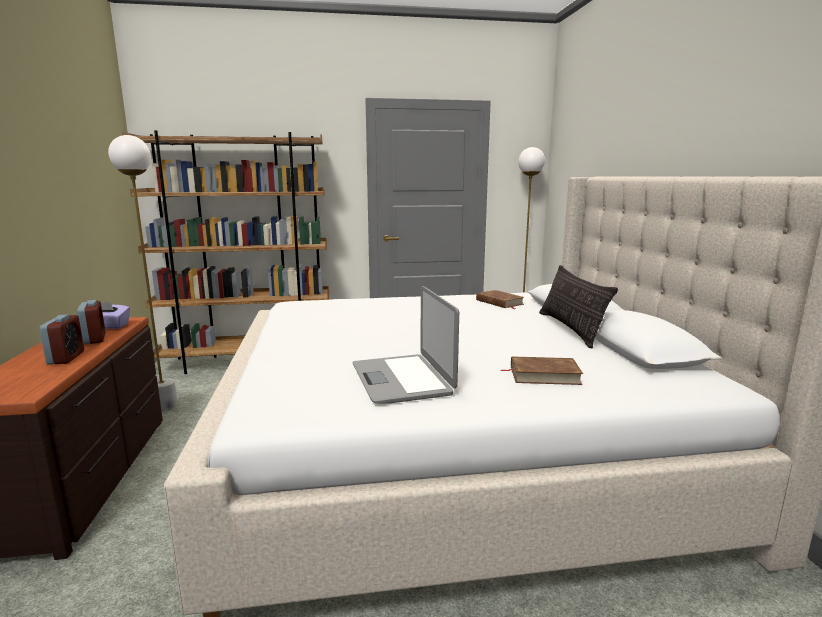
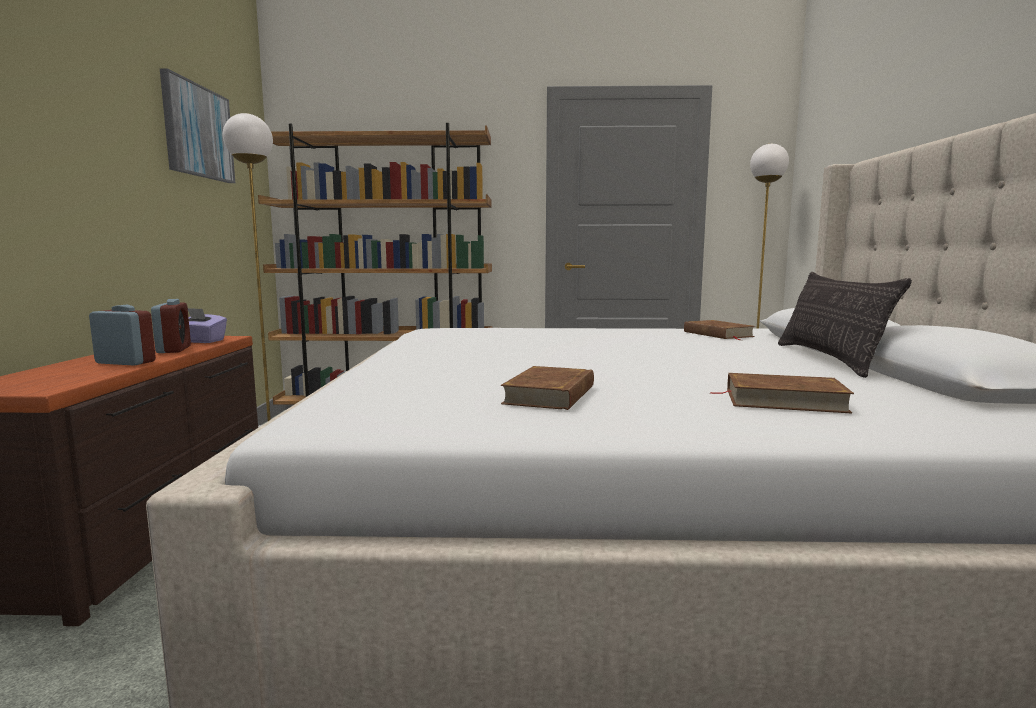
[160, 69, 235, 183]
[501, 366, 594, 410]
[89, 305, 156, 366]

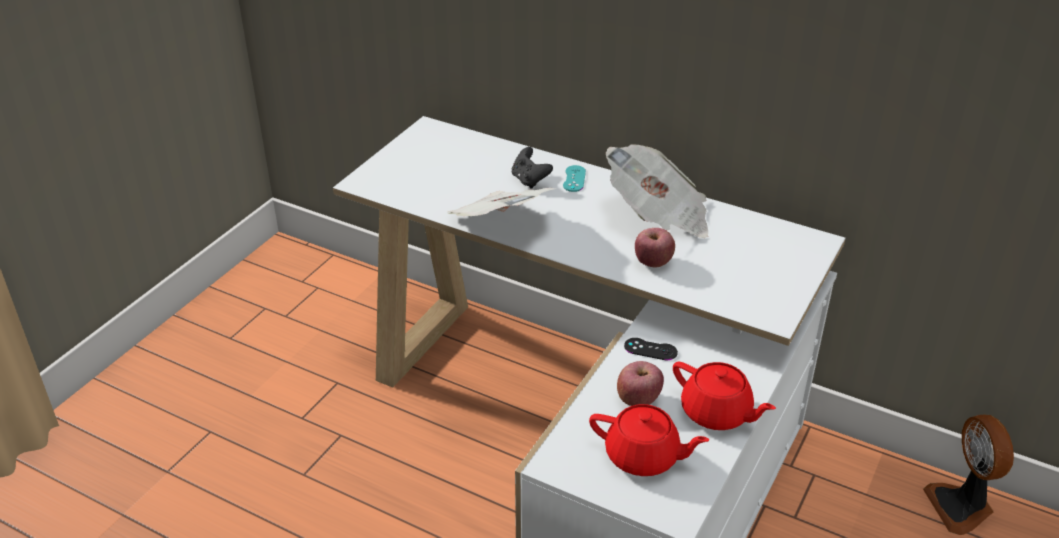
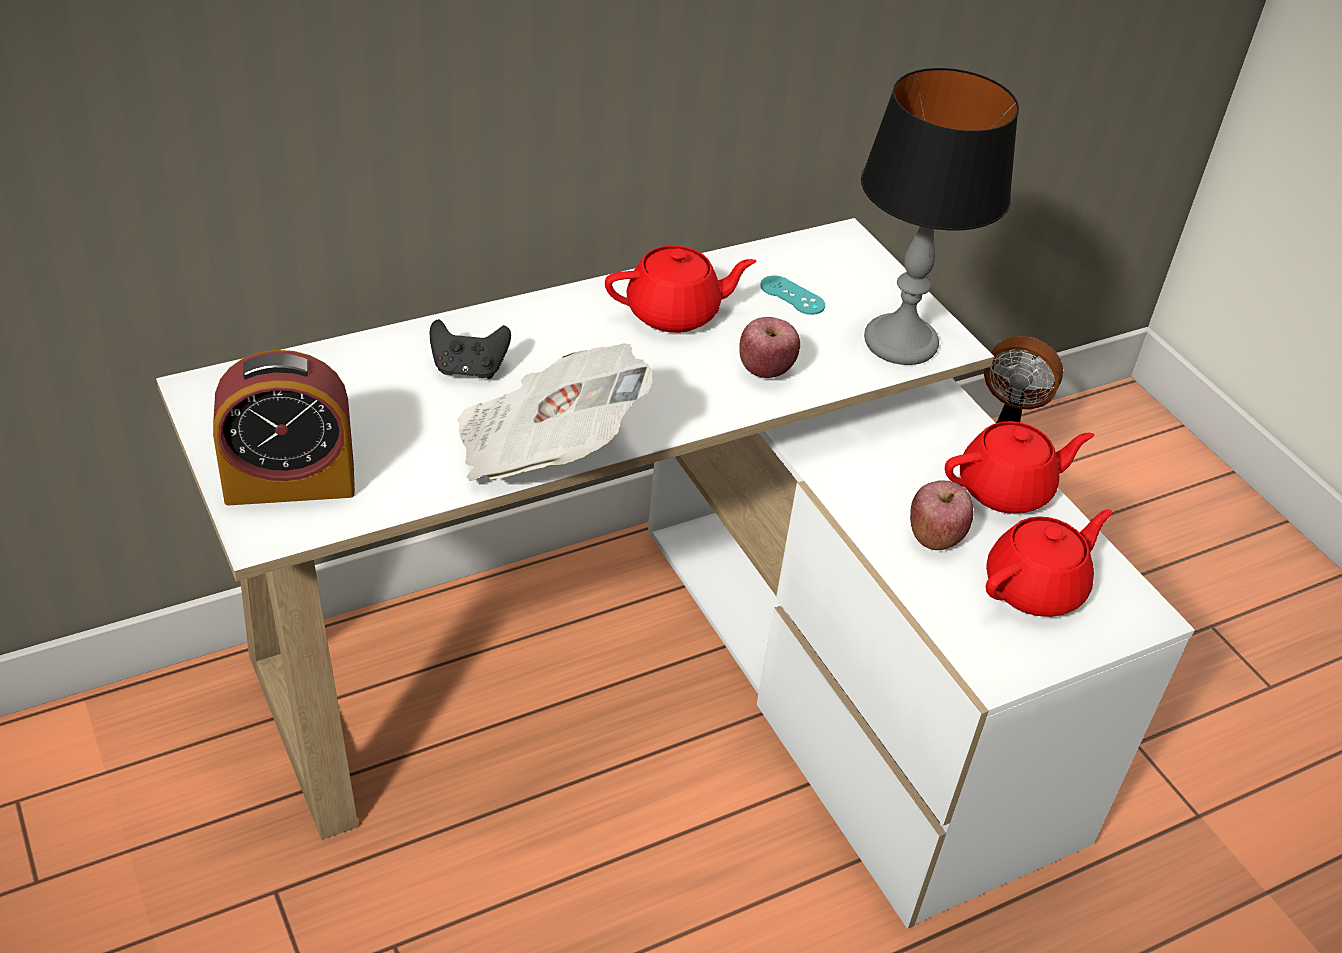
[624, 338, 678, 360] (first image)
[213, 350, 355, 506]
[861, 68, 1019, 365]
[760, 275, 825, 315]
[605, 245, 756, 333]

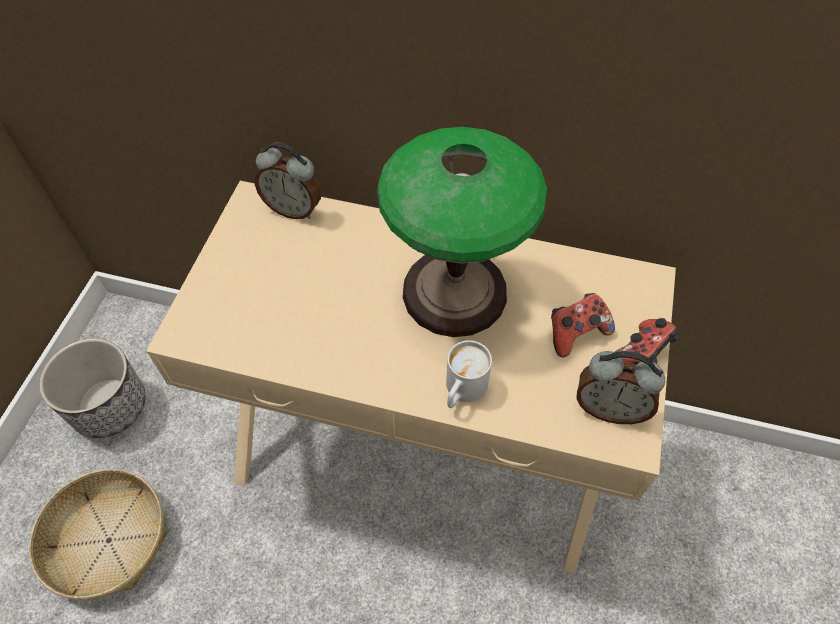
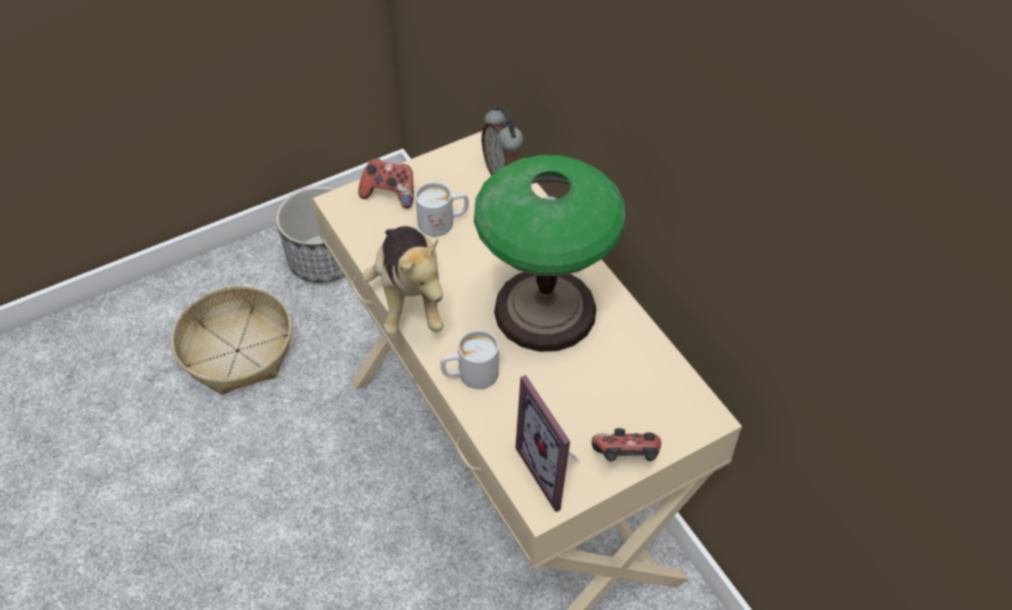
[362, 226, 443, 335]
[415, 182, 469, 237]
[358, 158, 414, 208]
[515, 375, 580, 512]

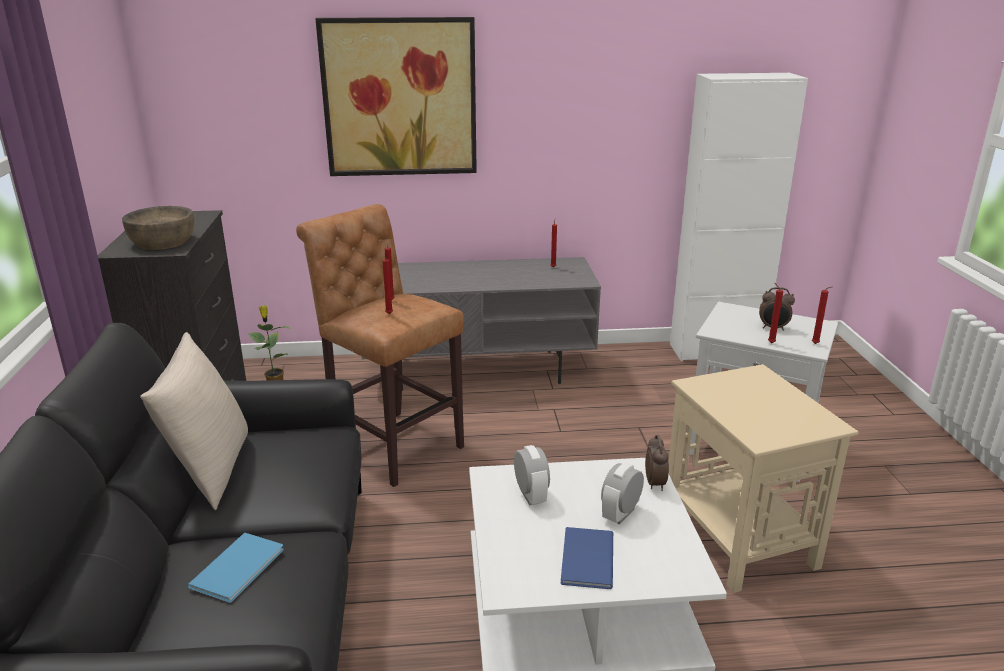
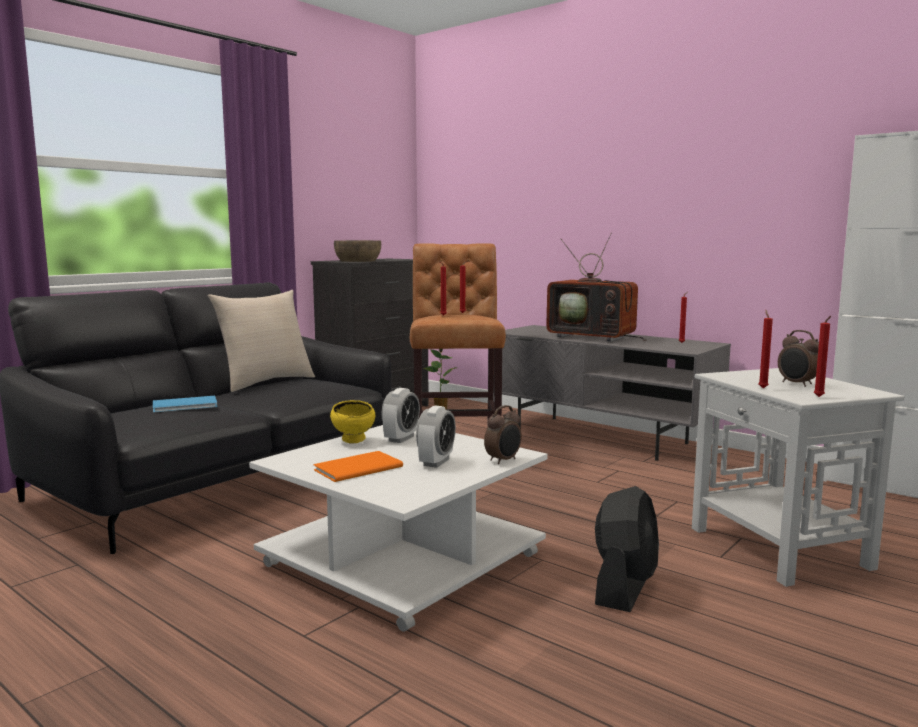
[316, 17, 477, 176] (first image)
[330, 400, 375, 443]
[546, 232, 647, 342]
[595, 486, 659, 612]
[314, 451, 403, 482]
[416, 406, 456, 468]

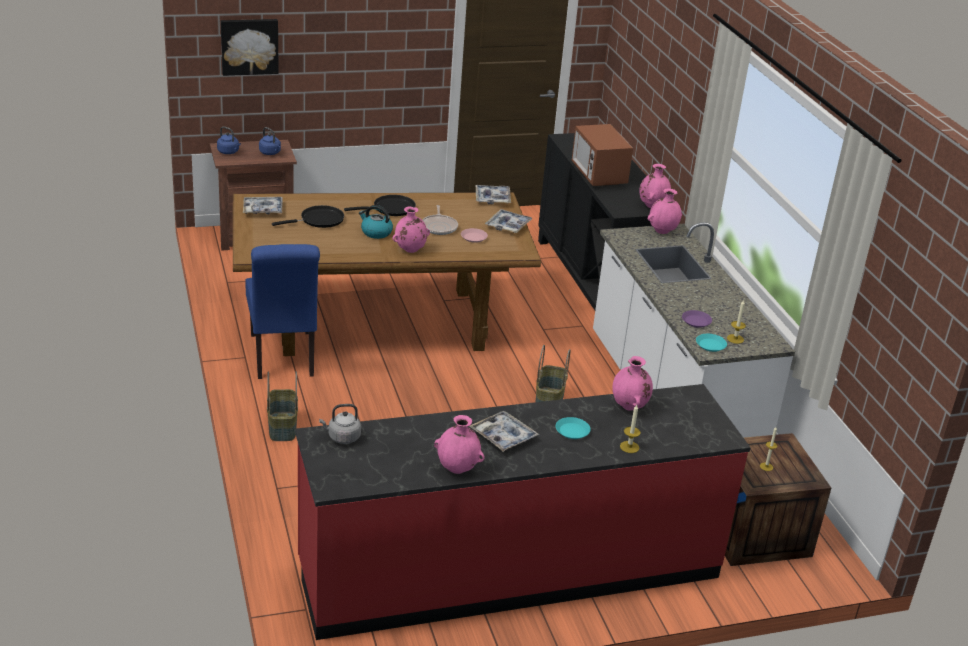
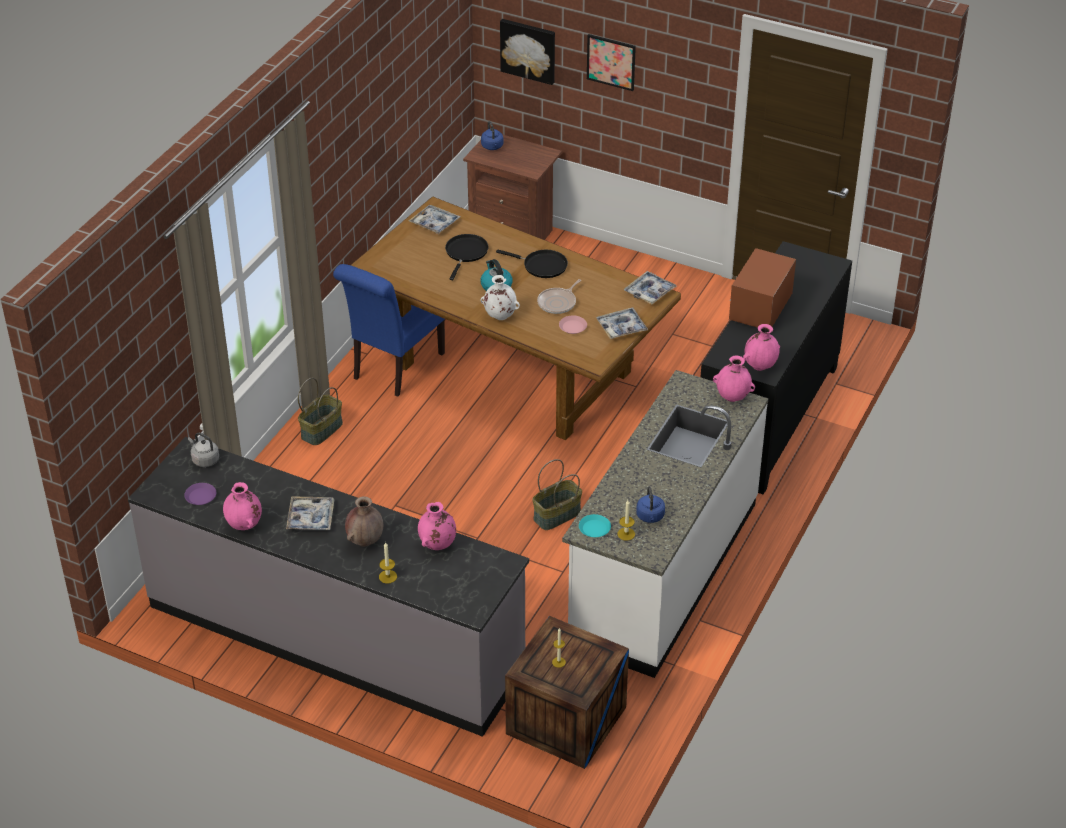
[587, 34, 636, 91]
[636, 486, 665, 523]
[184, 483, 216, 505]
[345, 496, 383, 547]
[128, 437, 529, 737]
[480, 275, 520, 320]
[445, 234, 488, 280]

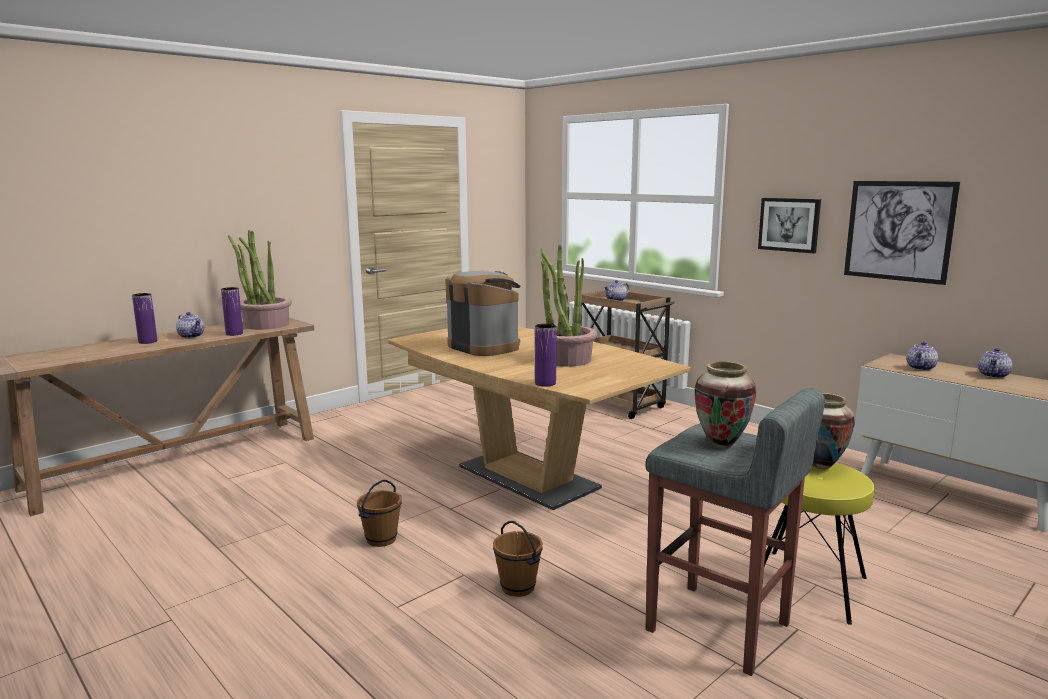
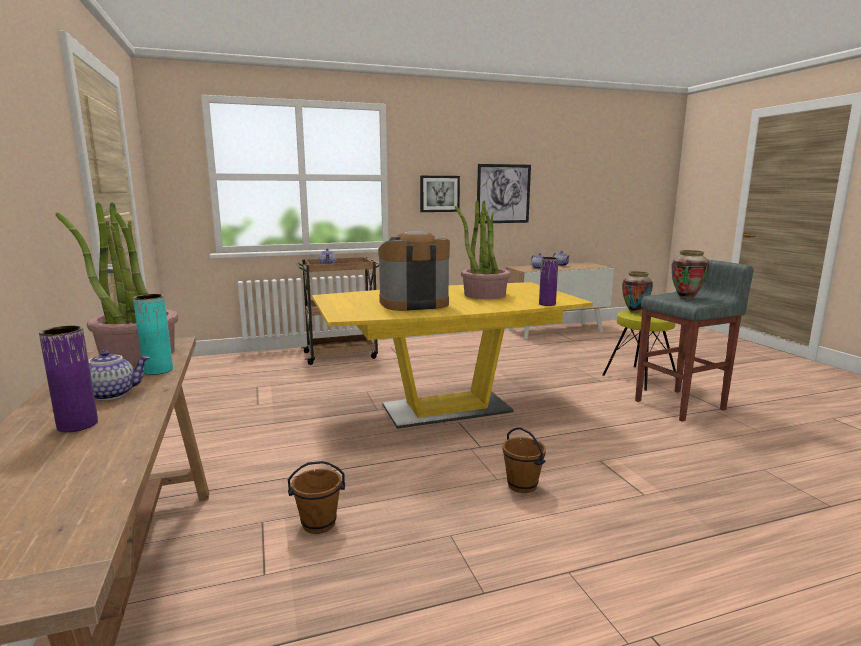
[288, 461, 345, 534]
[133, 294, 173, 375]
[312, 282, 593, 429]

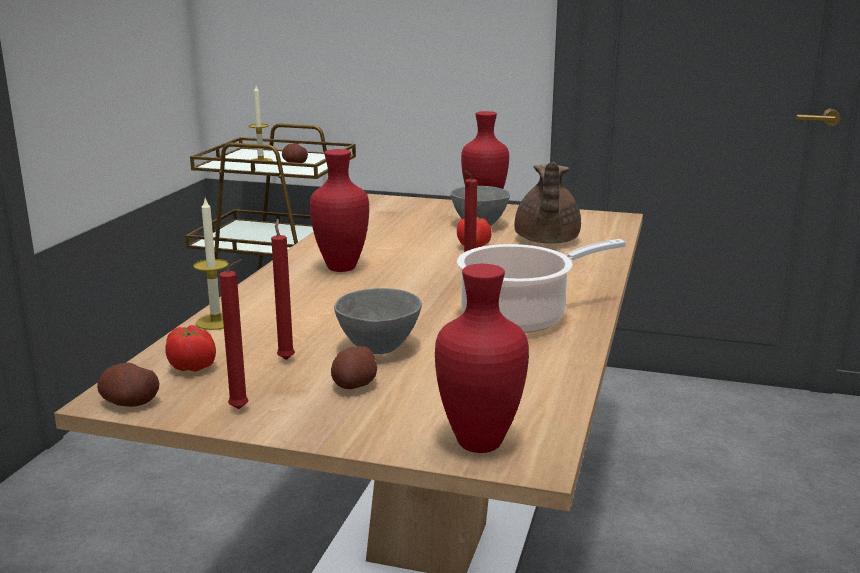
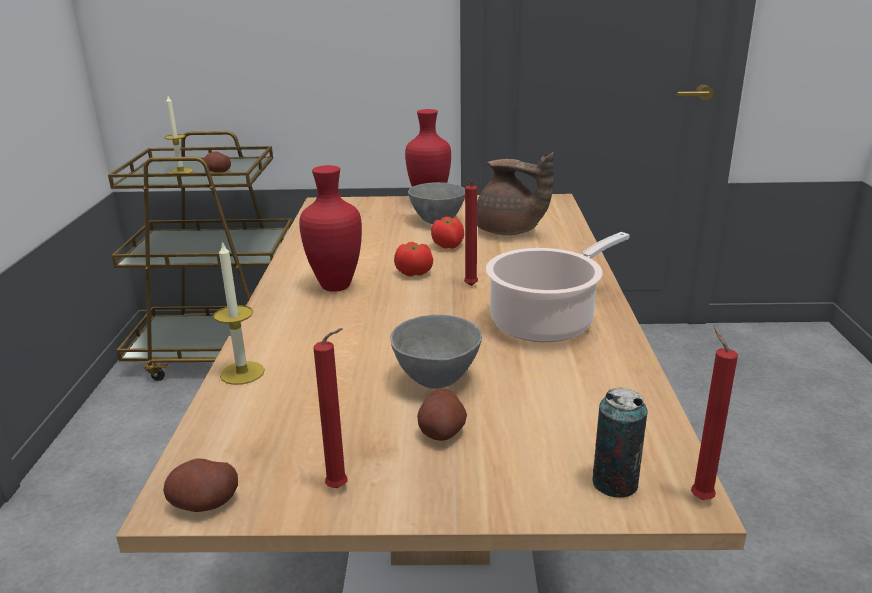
[394, 242, 433, 276]
[691, 326, 738, 500]
[592, 387, 648, 497]
[477, 152, 554, 235]

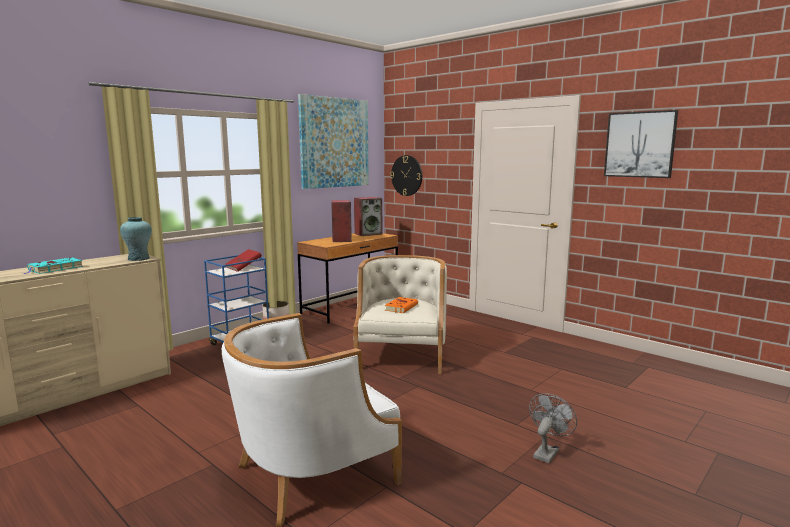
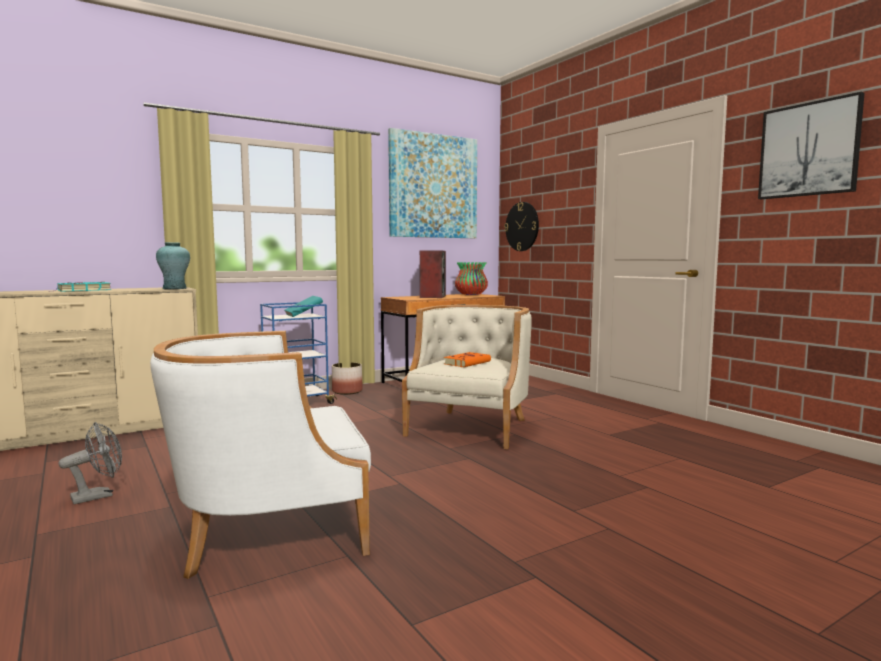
[58, 422, 122, 504]
[455, 262, 488, 295]
[285, 296, 323, 317]

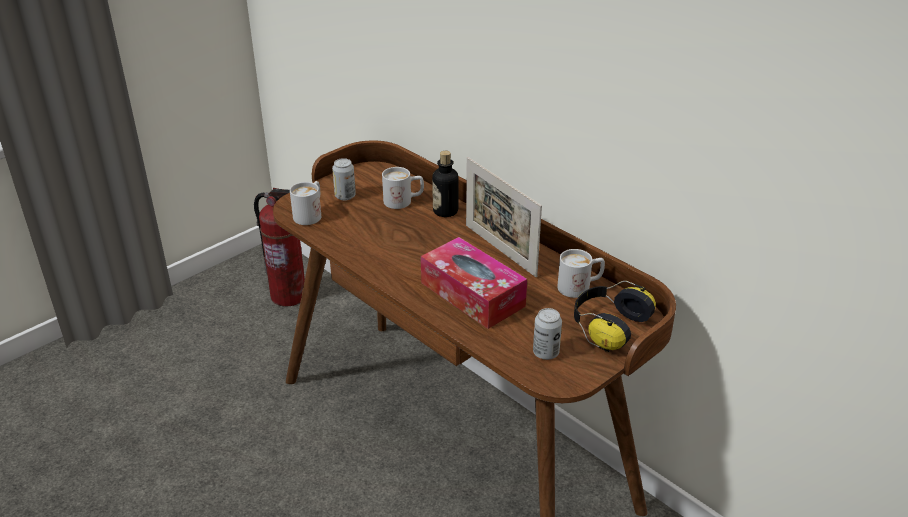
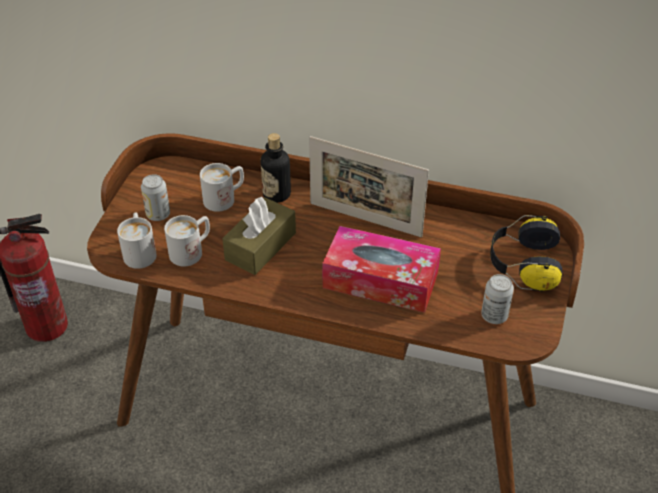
[222, 197, 296, 275]
[164, 215, 210, 266]

